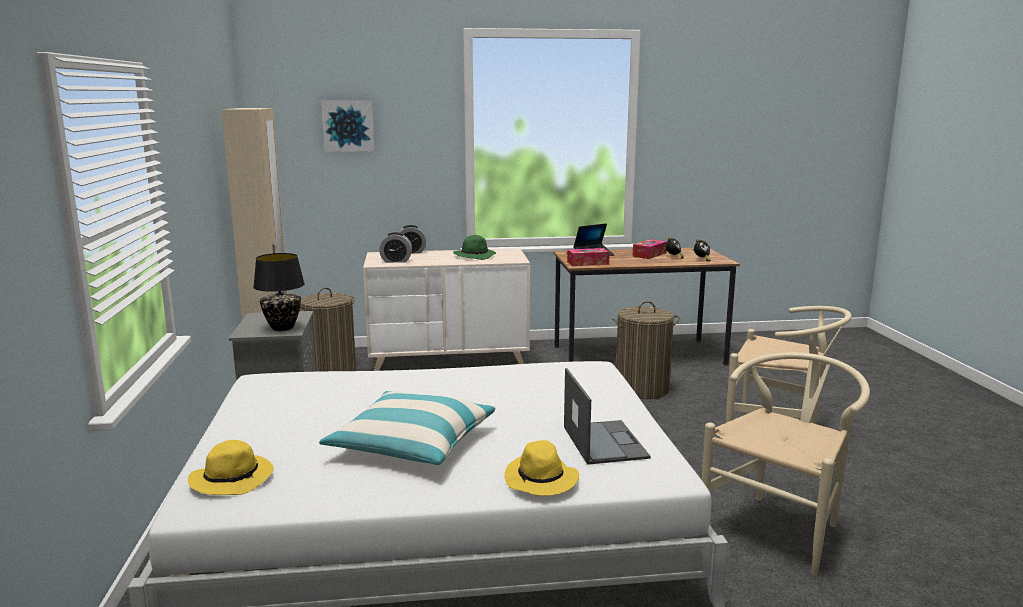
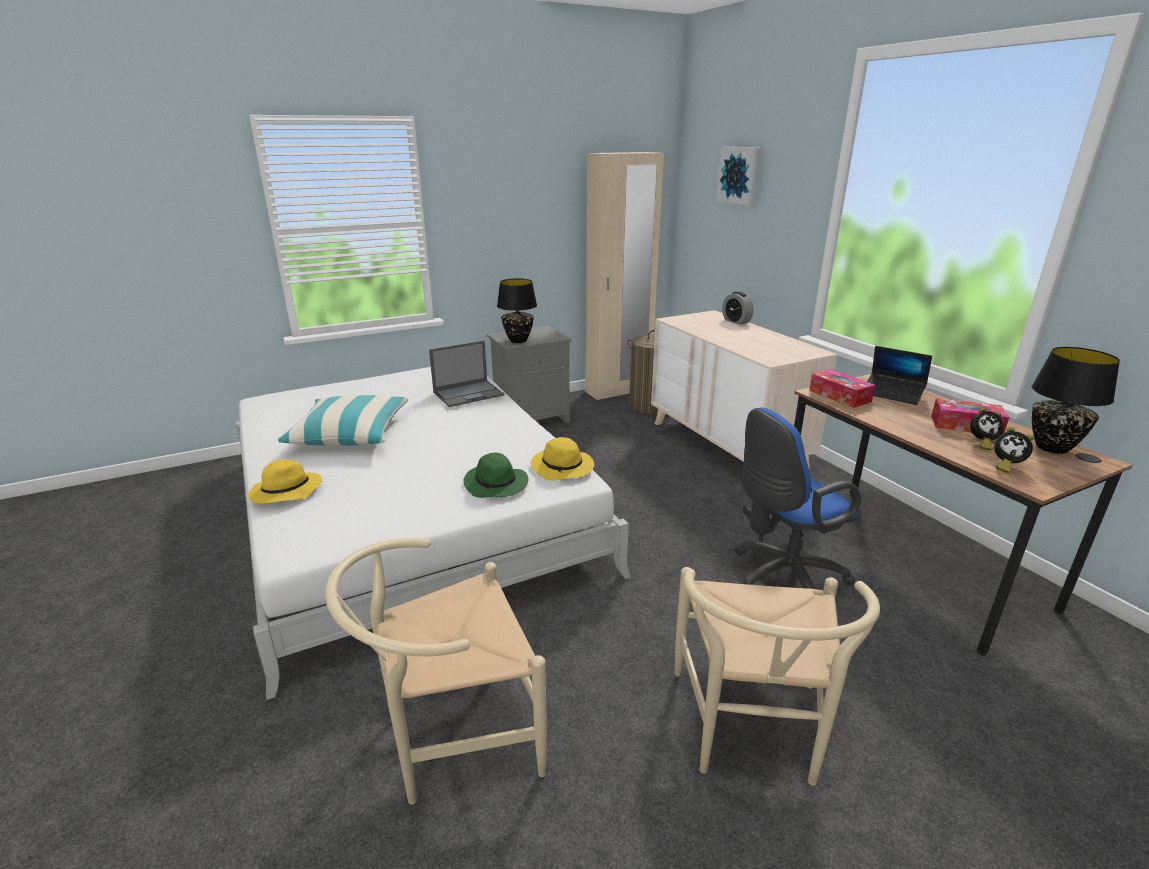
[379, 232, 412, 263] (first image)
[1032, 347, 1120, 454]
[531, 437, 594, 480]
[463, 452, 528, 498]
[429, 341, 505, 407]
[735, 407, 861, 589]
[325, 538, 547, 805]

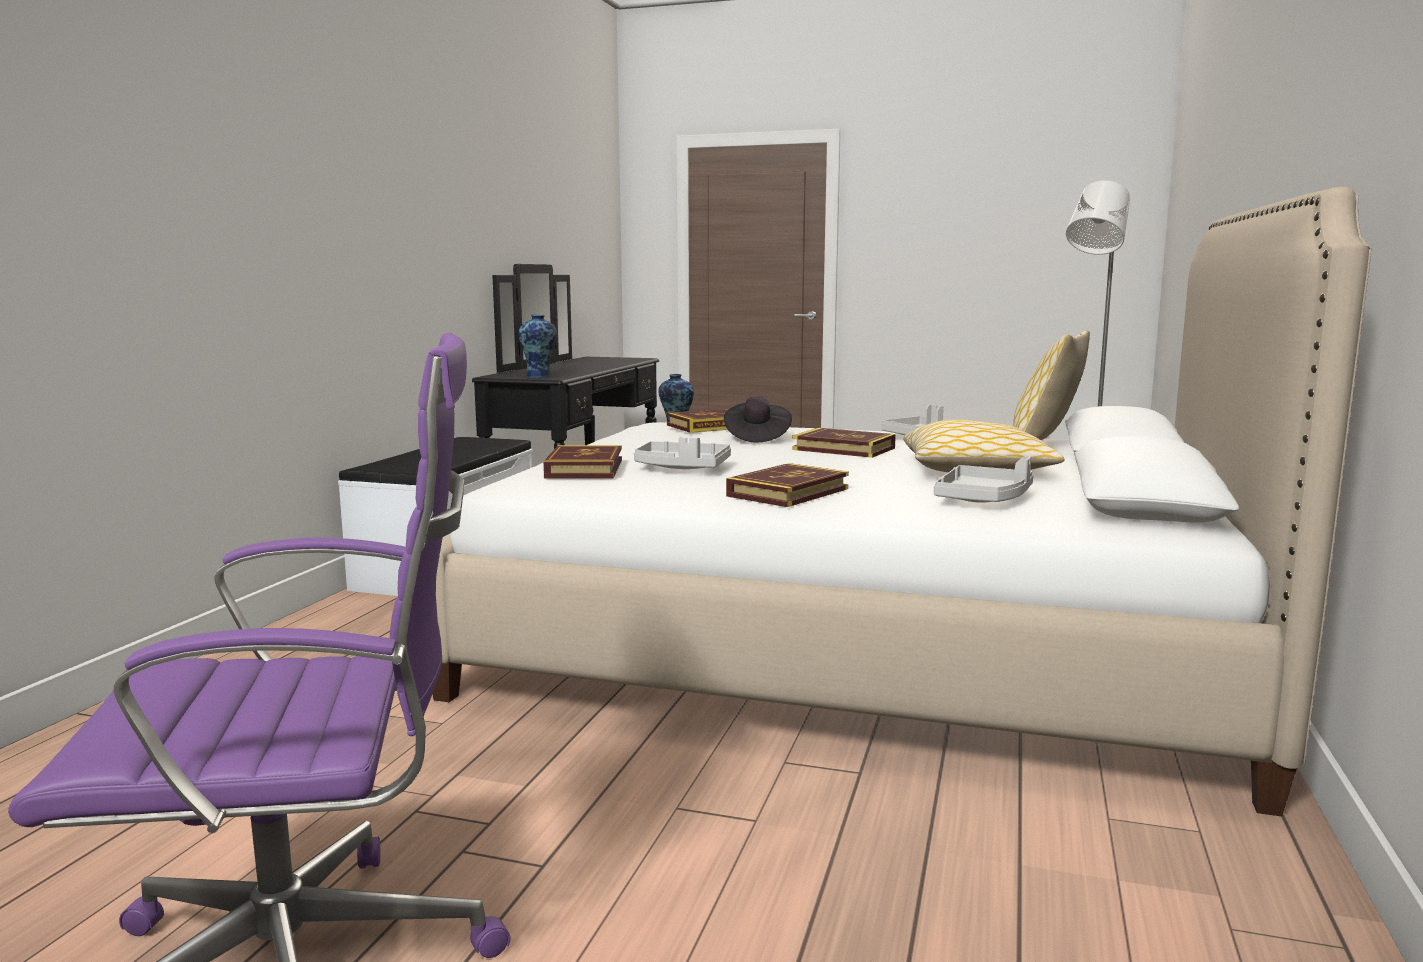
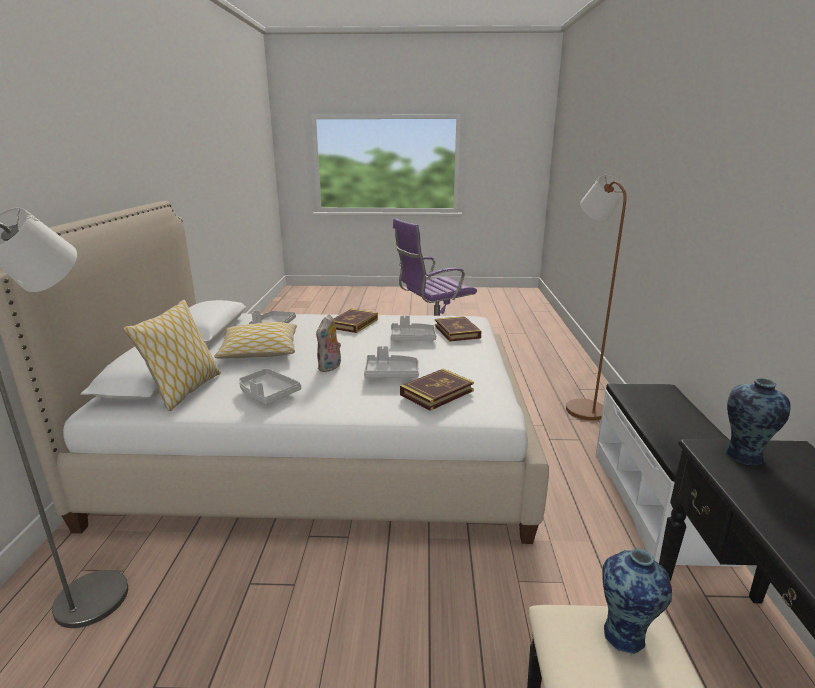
[566, 175, 626, 421]
[364, 346, 419, 378]
[316, 314, 341, 372]

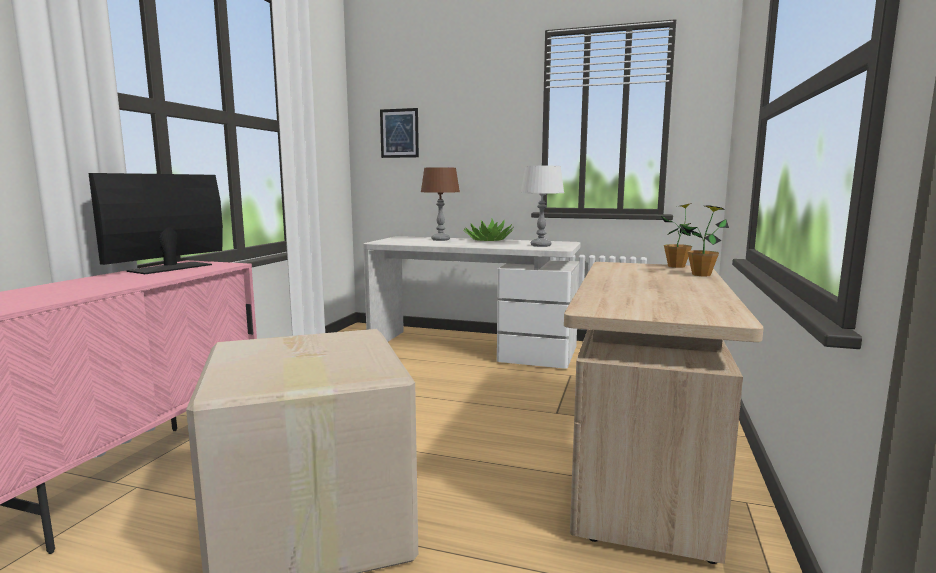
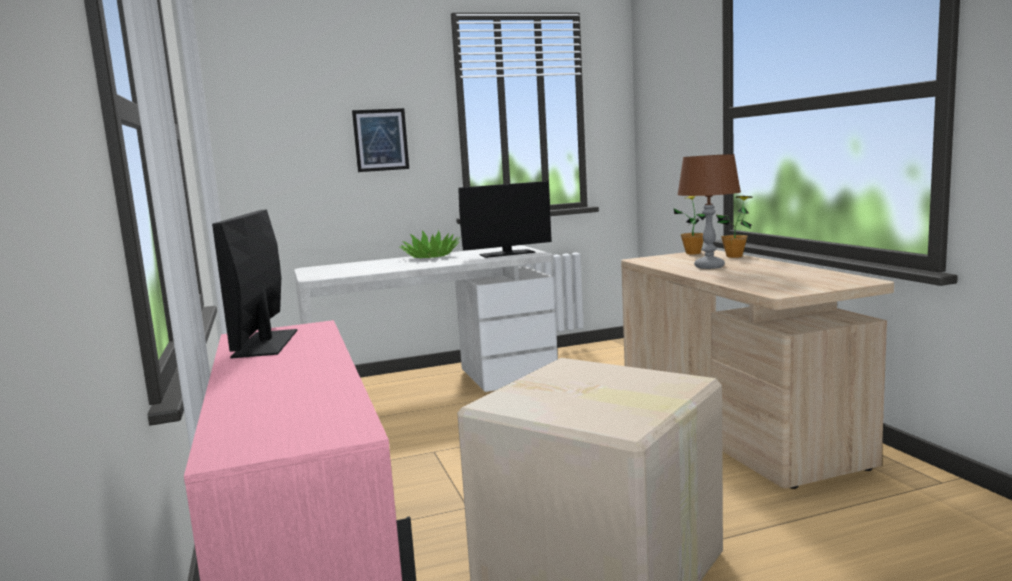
[352, 108, 409, 172]
[677, 154, 741, 269]
[458, 181, 552, 258]

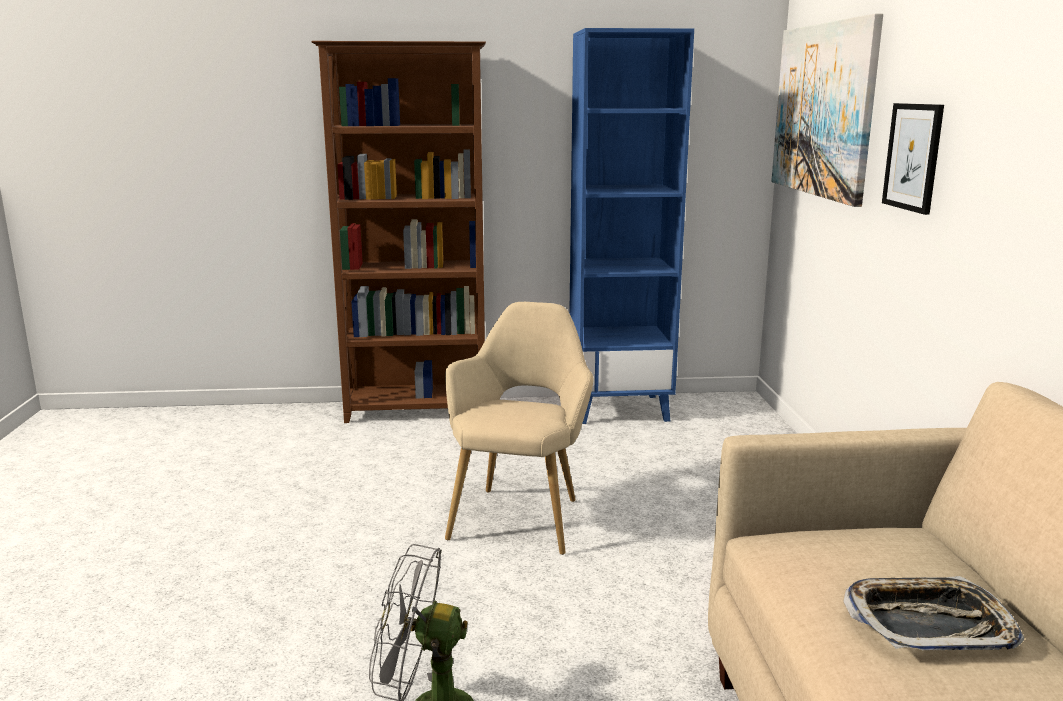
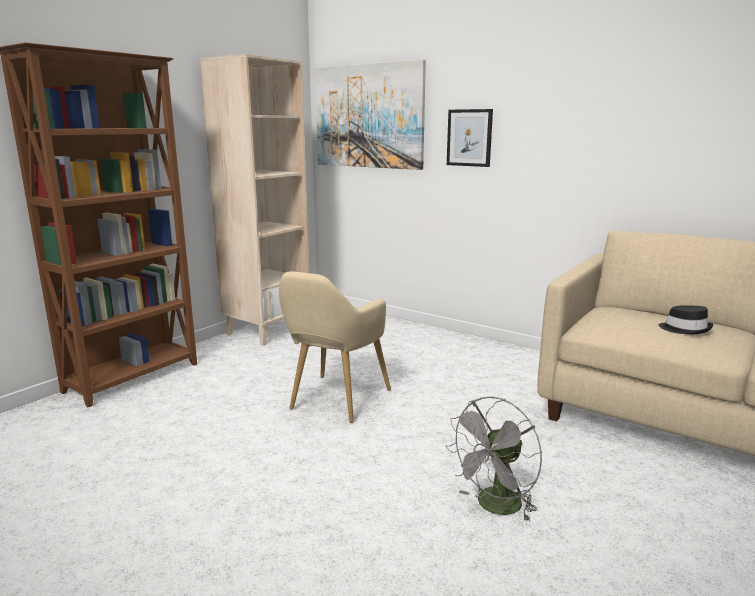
[658, 306, 713, 334]
[200, 54, 309, 346]
[279, 271, 391, 423]

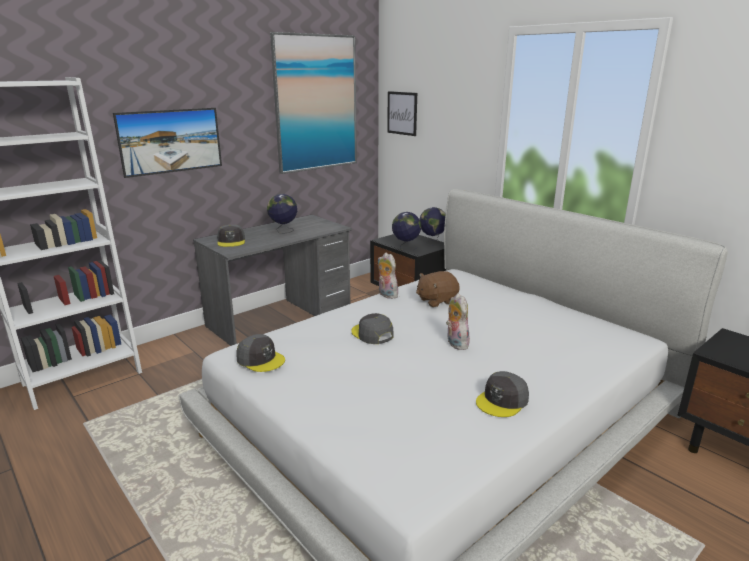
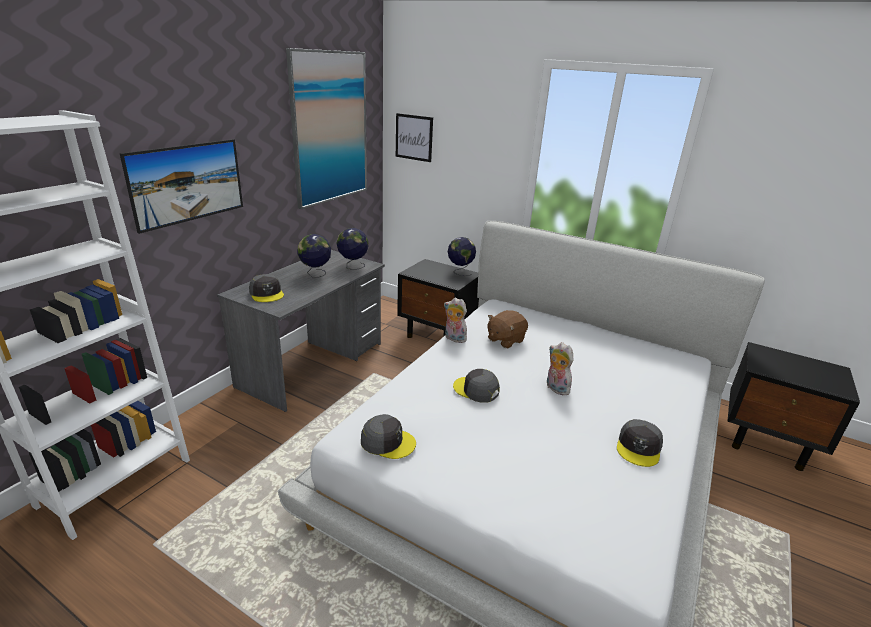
[336, 228, 369, 270]

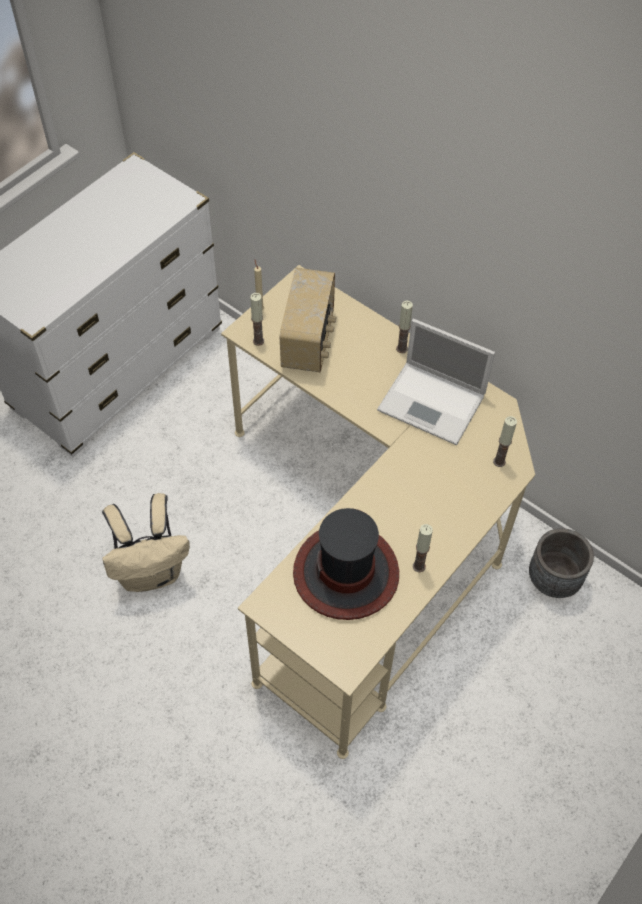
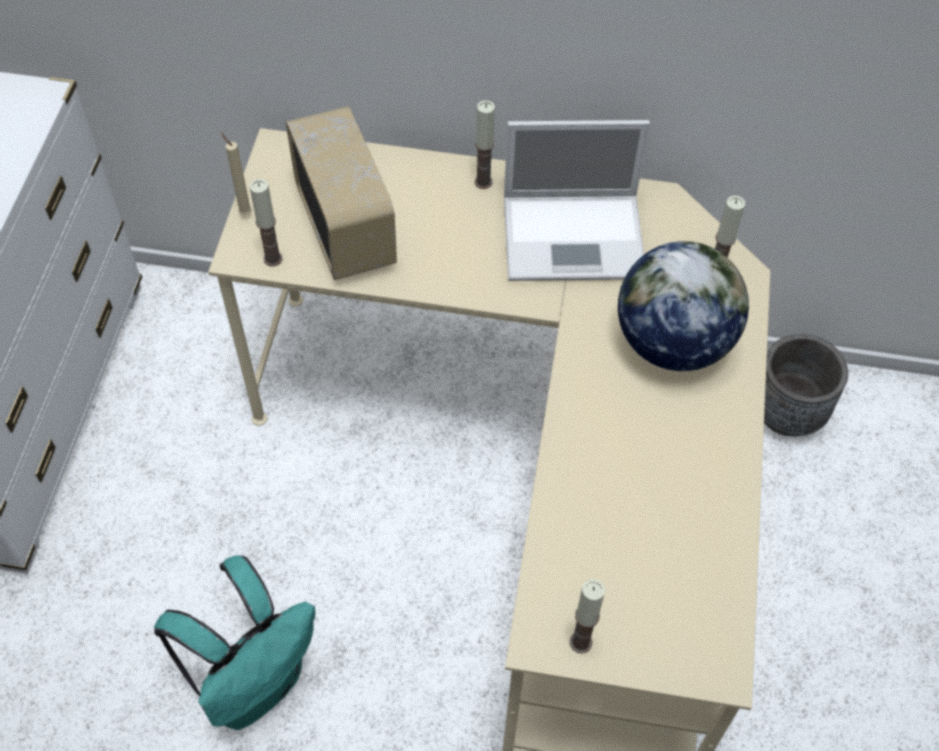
[293, 508, 399, 620] (first image)
[618, 241, 749, 371]
[570, 579, 605, 654]
[154, 555, 315, 730]

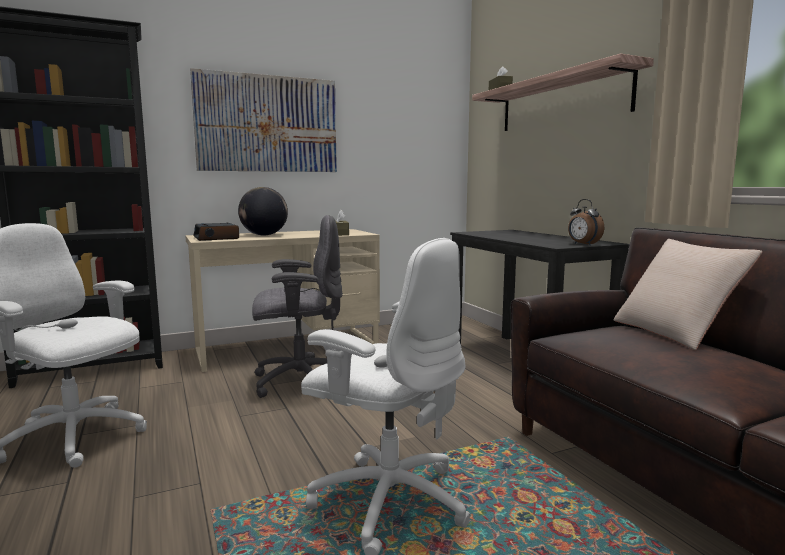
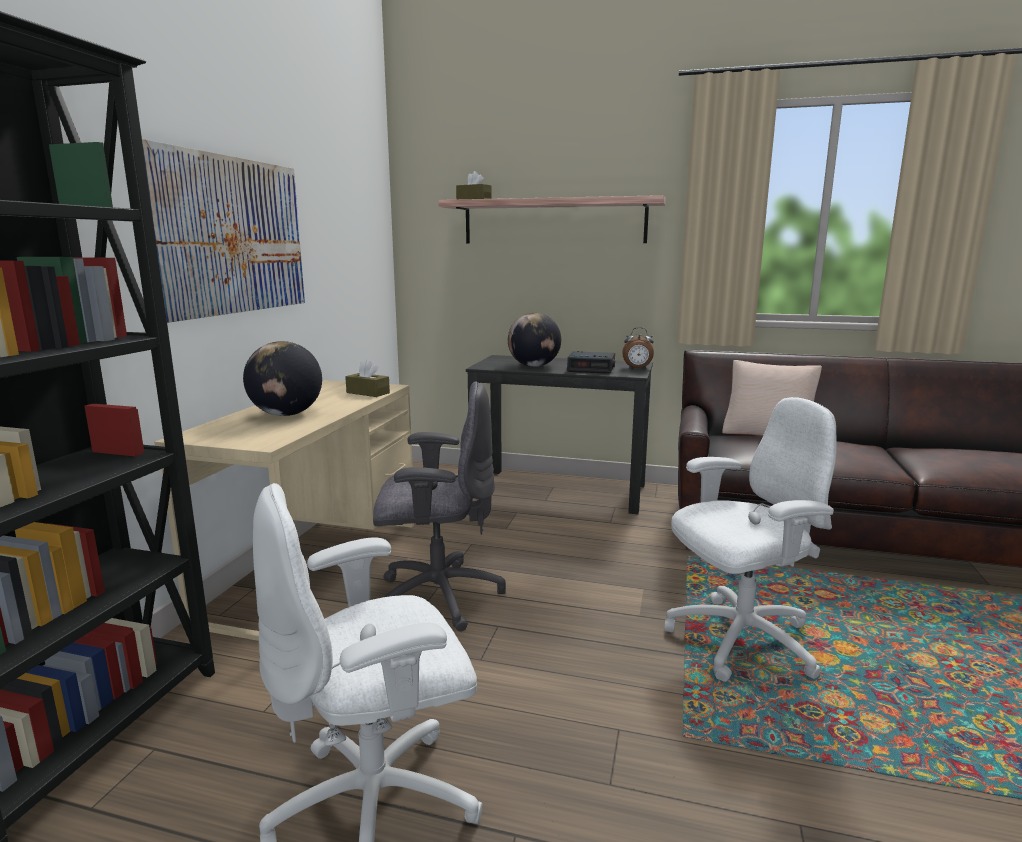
[508, 313, 561, 367]
[567, 351, 615, 374]
[373, 381, 506, 632]

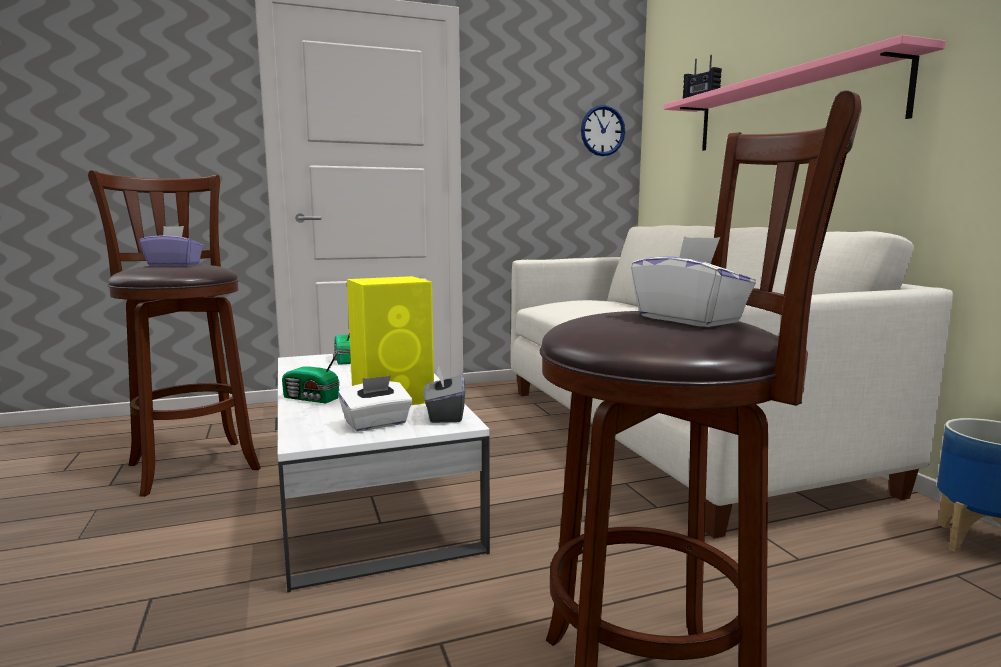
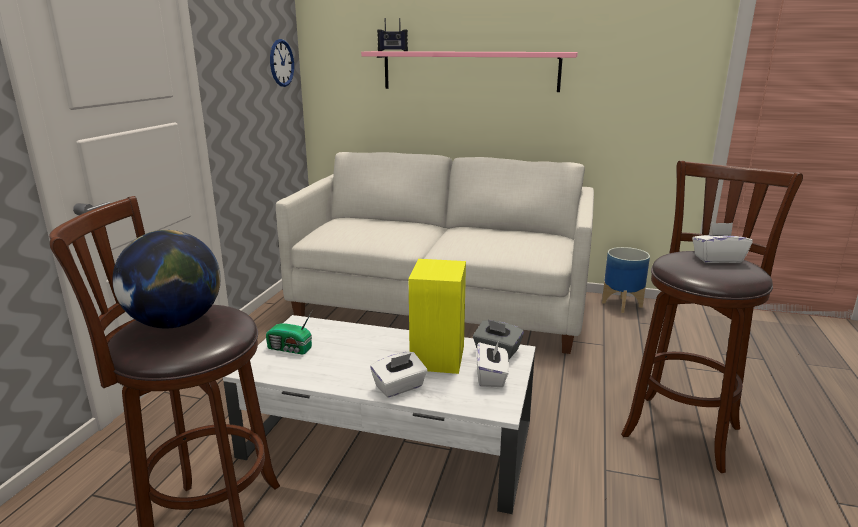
[112, 230, 221, 329]
[370, 352, 428, 398]

